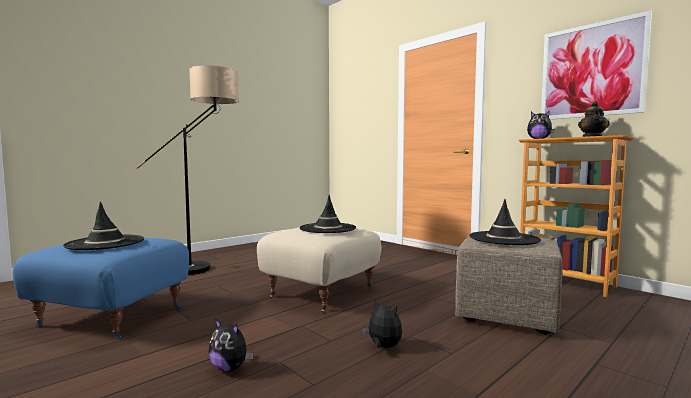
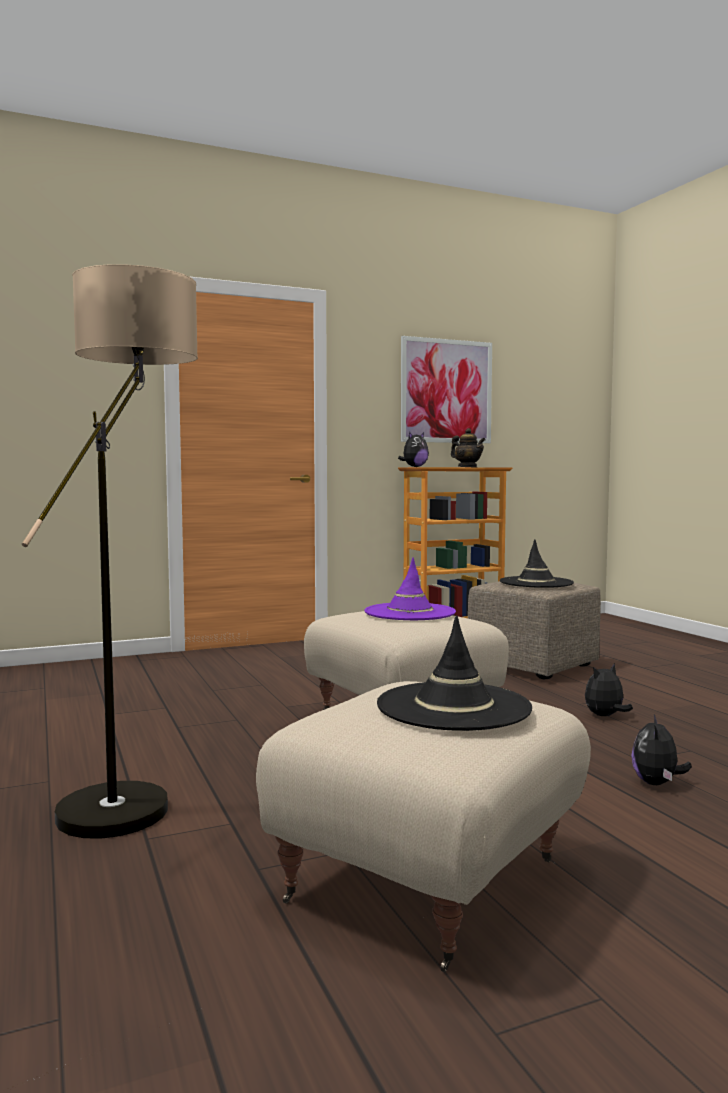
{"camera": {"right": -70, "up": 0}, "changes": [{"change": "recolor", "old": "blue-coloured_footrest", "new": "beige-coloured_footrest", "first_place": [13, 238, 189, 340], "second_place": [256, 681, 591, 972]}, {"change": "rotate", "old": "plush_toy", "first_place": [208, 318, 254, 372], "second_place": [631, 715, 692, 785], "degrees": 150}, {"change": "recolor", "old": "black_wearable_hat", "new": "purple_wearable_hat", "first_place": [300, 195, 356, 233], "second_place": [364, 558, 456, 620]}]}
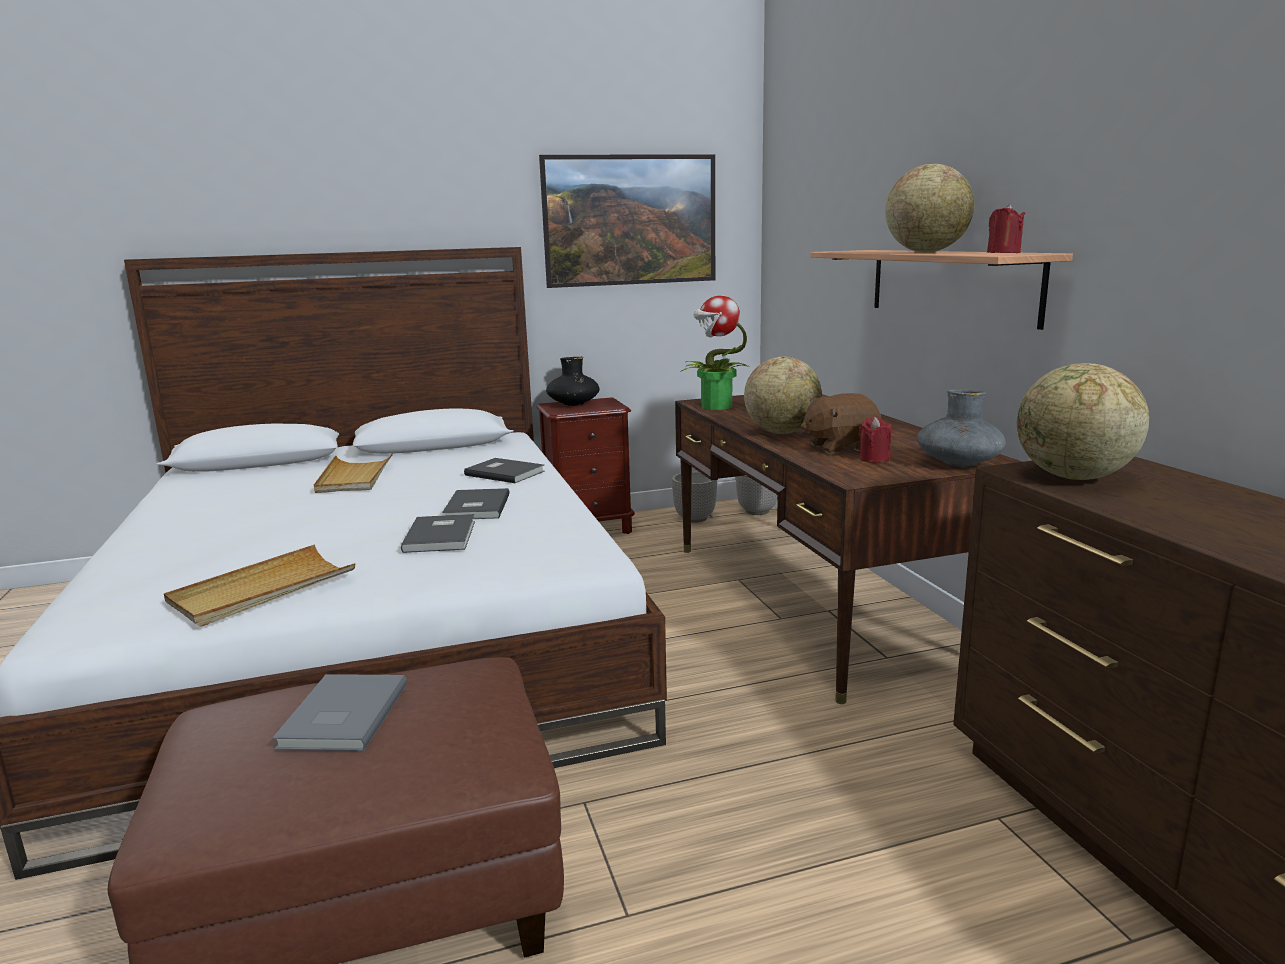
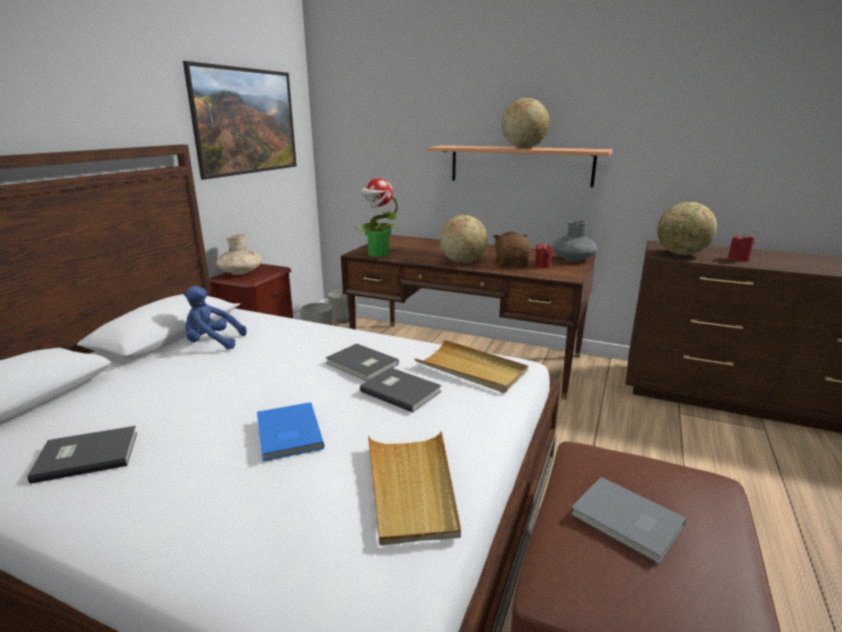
{"camera": {"right": -50, "up": 5}, "changes": [{"change": "move", "old": "beige-coloured_serving_tray", "first_place": [314, 452, 393, 493], "second_place": [414, 340, 528, 393]}, {"change": "move", "old": "greyish_volume", "first_place": [464, 458, 544, 483], "second_place": [27, 426, 137, 484]}, {"change": "recolor", "old": "black_decorative_vase", "new": "beige-coloured_decorative_vase", "first_place": [546, 357, 600, 406], "second_place": [216, 234, 262, 275]}, {"change": "rotate", "old": "brownish_plush_toy", "first_place": [801, 393, 881, 454], "second_place": [493, 232, 531, 267], "degrees": 150}, {"change": "move", "old": "red-coloured_wax_light", "first_place": [987, 204, 1025, 253], "second_place": [728, 233, 755, 262]}, {"change": "insert", "new": "blue-coloured_plush_toy", "second_place": [184, 286, 247, 349]}, {"change": "insert", "new": "blue-coloured_volume", "second_place": [257, 402, 324, 462]}]}
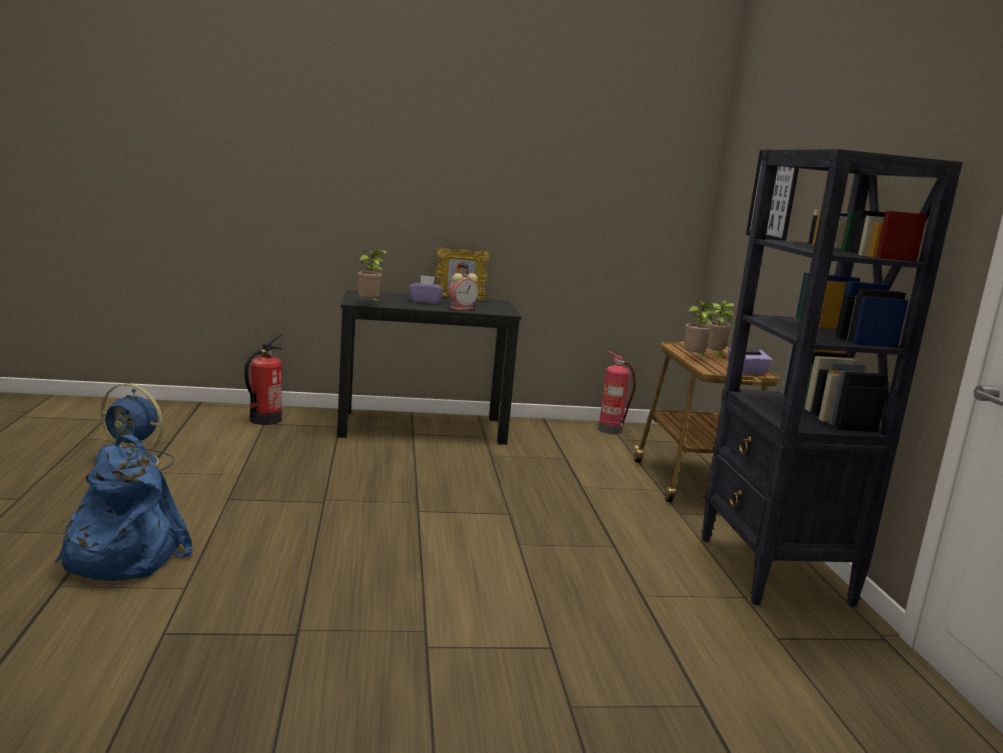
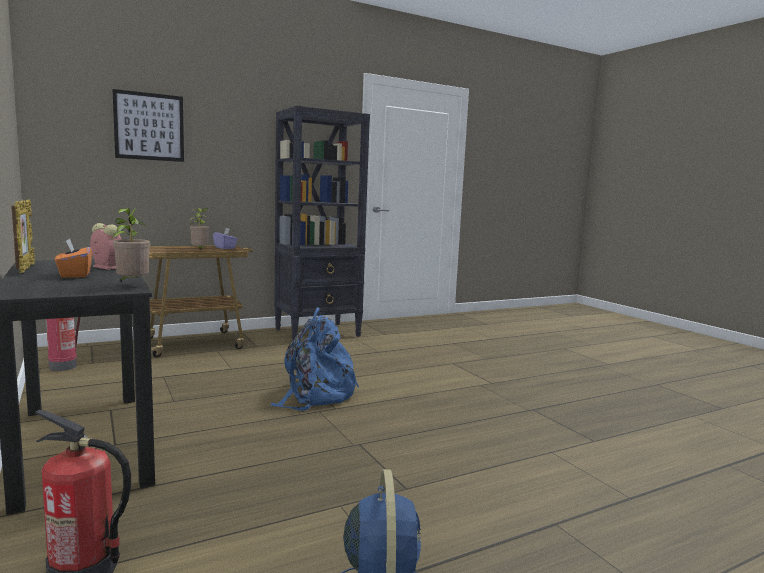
{"camera": {"right": -110, "up": -5}, "changes": [{"change": "move", "old": "blue-coloured_backpack", "first_place": [55, 435, 193, 581], "second_place": [270, 307, 359, 411]}, {"change": "recolor", "old": "purple_tissue_holder", "new": "orange-coloured_tissue_holder", "first_place": [409, 275, 443, 304], "second_place": [55, 238, 92, 278]}, {"change": "delete", "old": "plant_in_a_pot", "first_place": [706, 300, 734, 360]}]}
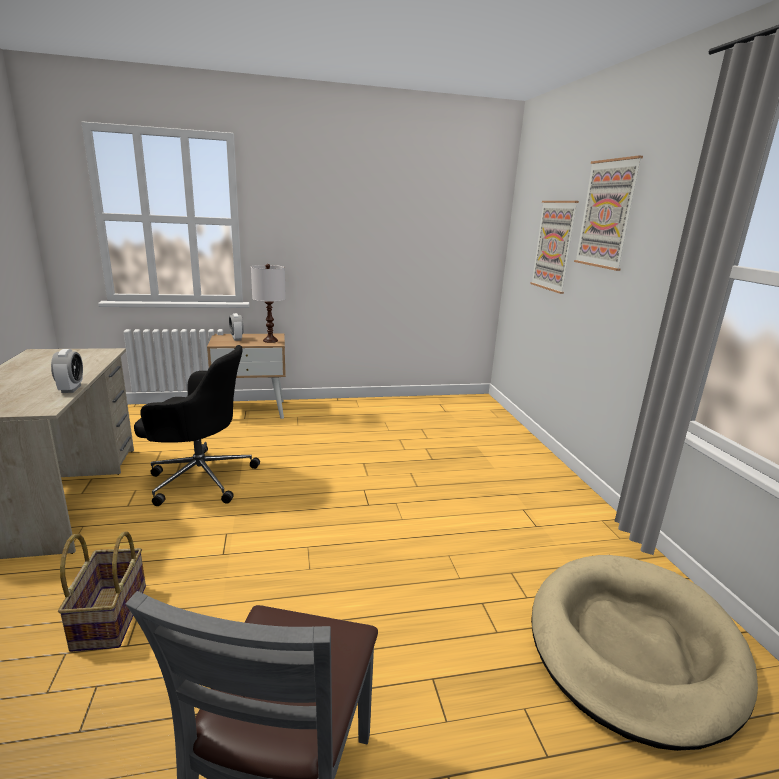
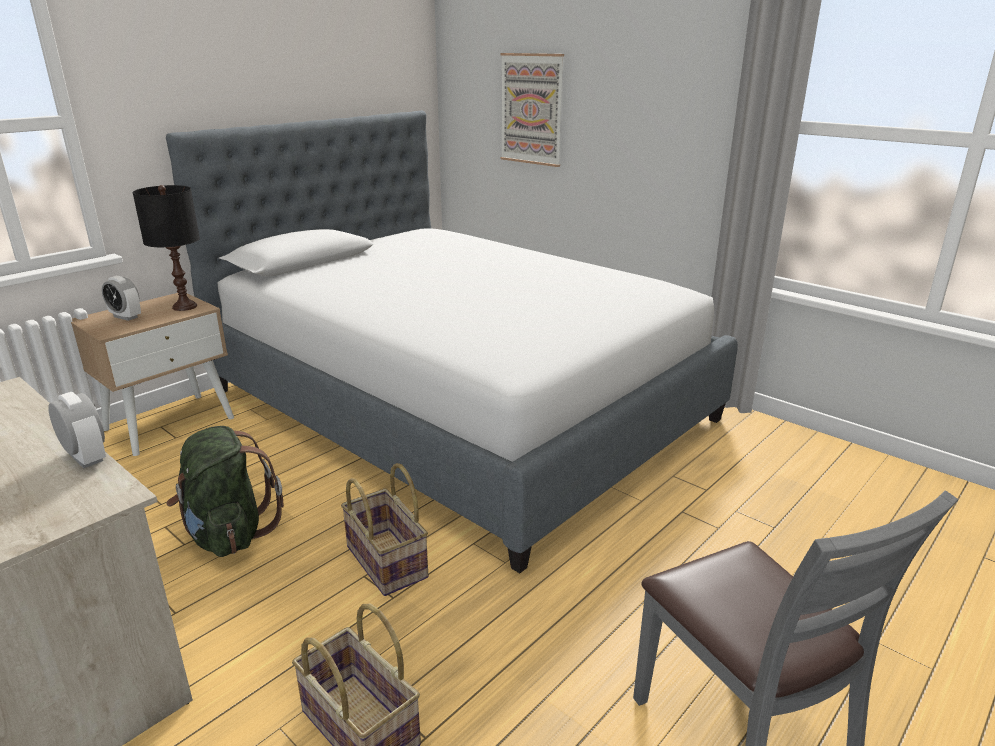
{"camera": {"right": -35, "up": 5}, "changes": [{"change": "replace", "old": "black_office_chair", "new": "green_backpack", "first_place": [134, 345, 260, 506], "second_place": [167, 426, 284, 557]}, {"change": "recolor", "old": "whitish_tabletop_lamp", "new": "black_tabletop_lamp", "first_place": [251, 264, 286, 343], "second_place": [133, 185, 200, 311]}, {"change": "delete", "old": "beige-coloured_dog_bed", "first_place": [531, 555, 758, 751]}, {"change": "delete", "old": "picture", "first_place": [574, 155, 643, 271]}, {"change": "insert", "new": "bedroom_bed", "second_place": [166, 111, 738, 573]}, {"change": "insert", "new": "storage_basket", "second_place": [341, 463, 428, 596]}]}
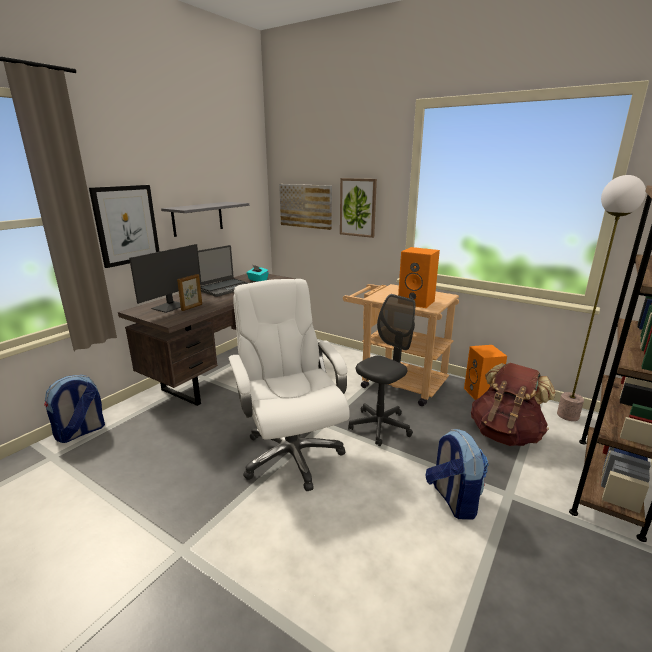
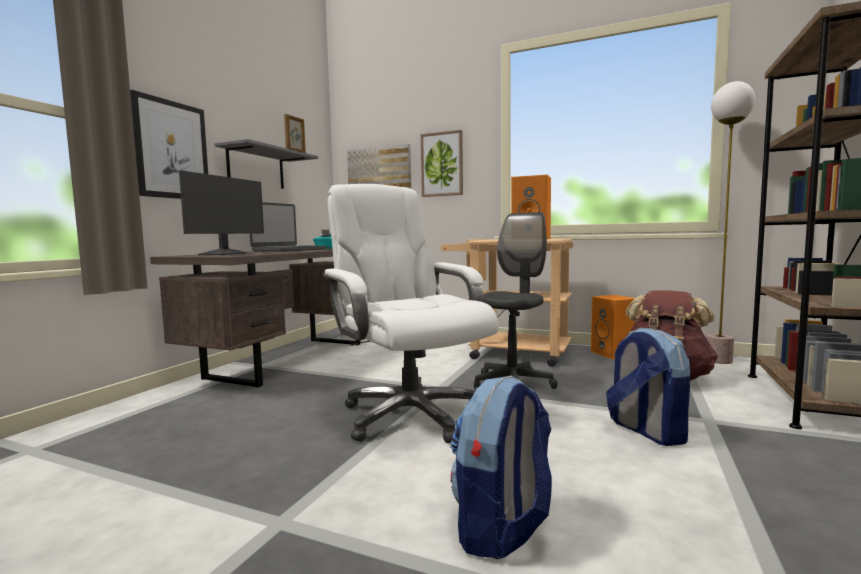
{"camera": {"right": -10, "up": -15}, "changes": [{"change": "move", "old": "backpack", "first_place": [44, 375, 105, 443], "second_place": [450, 376, 552, 559]}, {"change": "move", "old": "picture_frame", "first_place": [177, 274, 202, 311], "second_place": [284, 114, 306, 153]}]}
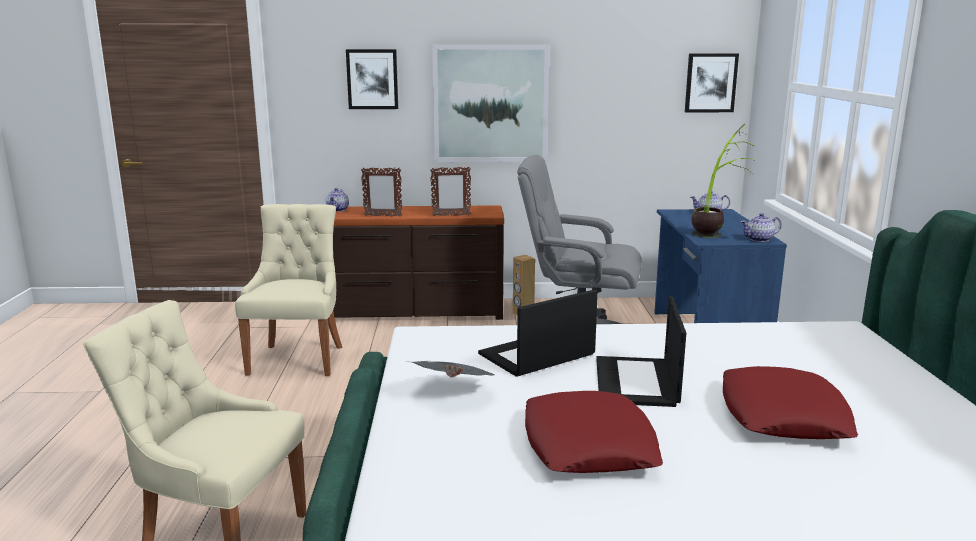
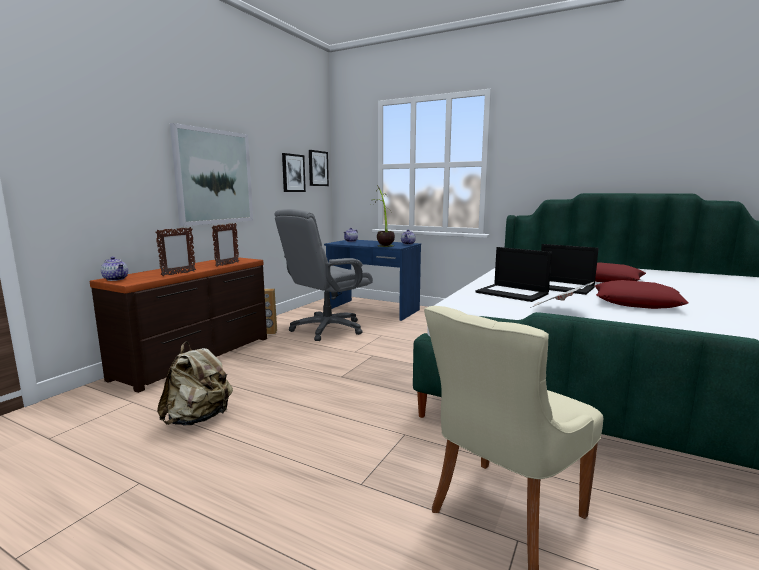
{"camera": {"right": -60, "up": -5}, "changes": [{"change": "replace", "old": "beige-coloured_chair", "new": "beige-coloured_backpack", "first_place": [235, 204, 342, 376], "second_place": [157, 341, 233, 426]}, {"change": "move", "old": "picture", "first_place": [346, 49, 398, 109], "second_place": [282, 153, 306, 192]}, {"change": "rotate", "old": "portable_computer", "first_place": [478, 289, 598, 377], "second_place": [476, 247, 552, 302], "degrees": -45}]}
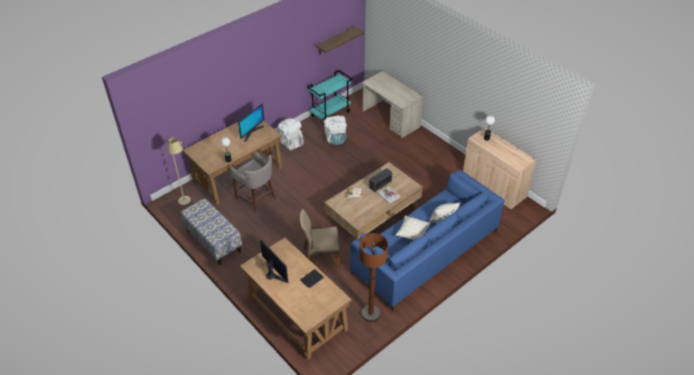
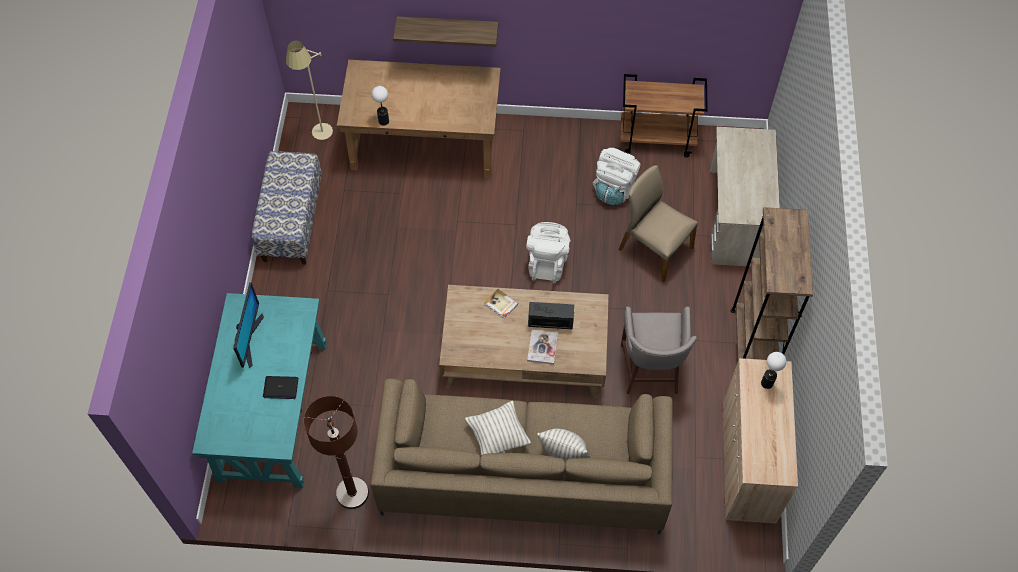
{"camera": {"right": 45, "up": 15}, "changes": [{"change": "move", "old": "greyish_sitting_stool", "first_place": [230, 152, 276, 213], "second_place": [621, 306, 697, 394]}, {"change": "delete", "old": "computer_screen", "first_place": [238, 104, 264, 142]}, {"change": "recolor", "old": "brownish_desk", "new": "blue-green_desk", "first_place": [240, 238, 352, 360], "second_place": [192, 293, 327, 488]}, {"change": "move", "old": "whitish_backpack", "first_place": [278, 119, 304, 150], "second_place": [526, 222, 570, 284]}, {"change": "move", "old": "beige-coloured_chair", "first_place": [300, 209, 341, 269], "second_place": [619, 165, 698, 282]}, {"change": "recolor", "old": "blue-green_trolley", "new": "brownish_trolley", "first_place": [307, 70, 353, 120], "second_place": [620, 74, 708, 157]}, {"change": "move", "old": "bracket_shelf", "first_place": [315, 26, 364, 54], "second_place": [393, 16, 498, 47]}, {"change": "recolor", "old": "blue-coloured_couch", "new": "brownish_couch", "first_place": [350, 170, 505, 311], "second_place": [370, 379, 673, 534]}, {"change": "insert", "new": "brownish_bookshelf", "second_place": [731, 207, 813, 362]}]}
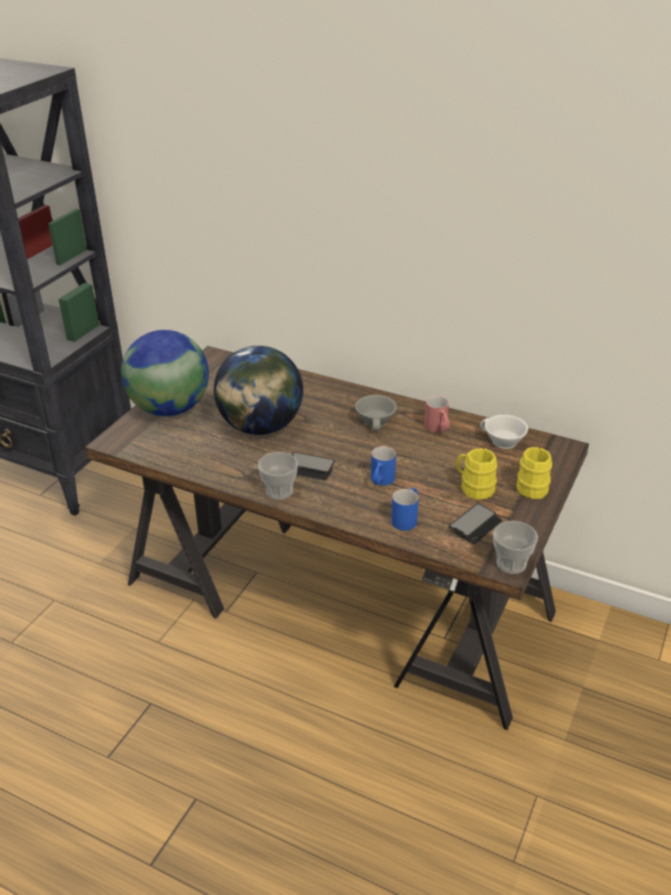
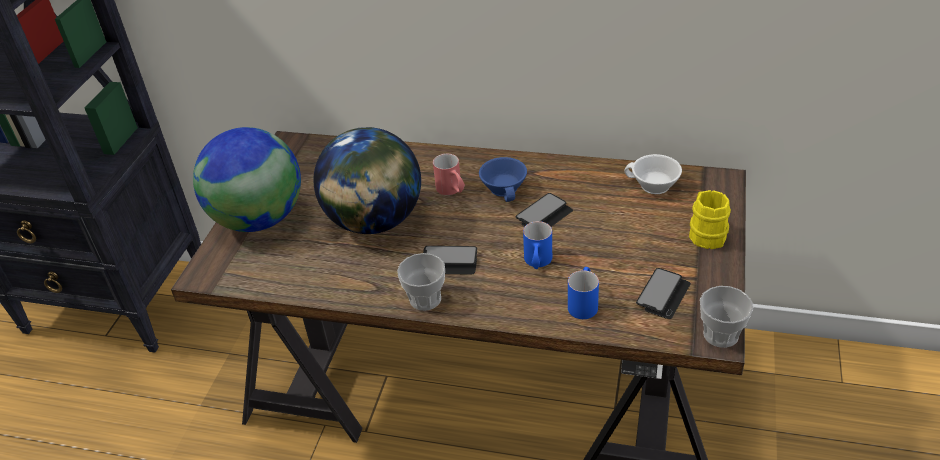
{"camera": {"right": -10, "up": 5}, "changes": [{"change": "recolor", "old": "greyish_small_cup", "new": "blue-coloured_small_cup", "first_place": [355, 395, 397, 431], "second_place": [479, 157, 527, 202]}, {"change": "move", "old": "red-coloured_coffee_mug", "first_place": [425, 396, 450, 432], "second_place": [433, 154, 465, 195]}, {"change": "delete", "old": "yellowish_coffee_mug", "first_place": [456, 448, 497, 500]}, {"change": "insert", "new": "phone", "second_place": [515, 193, 573, 227]}]}
